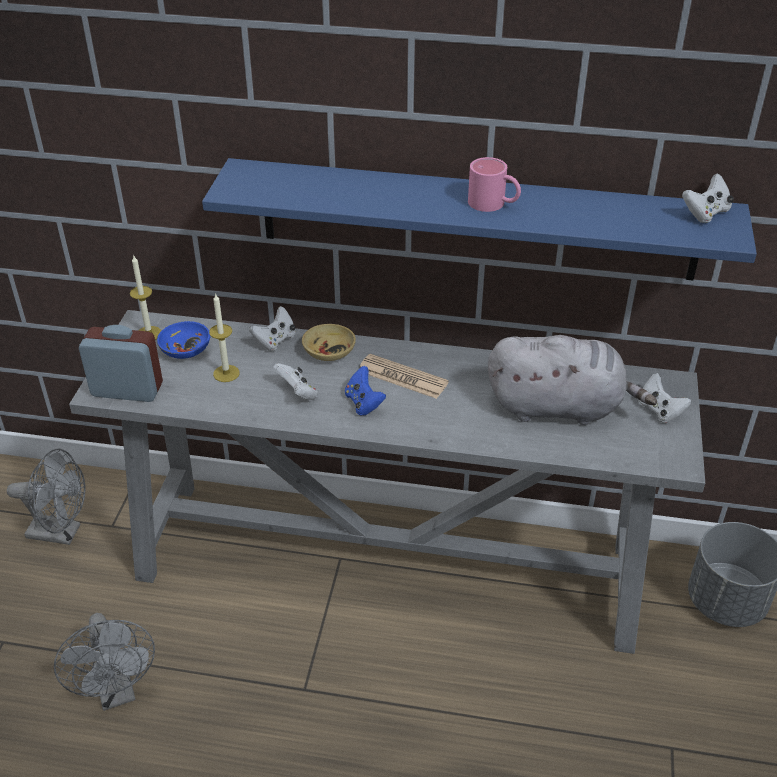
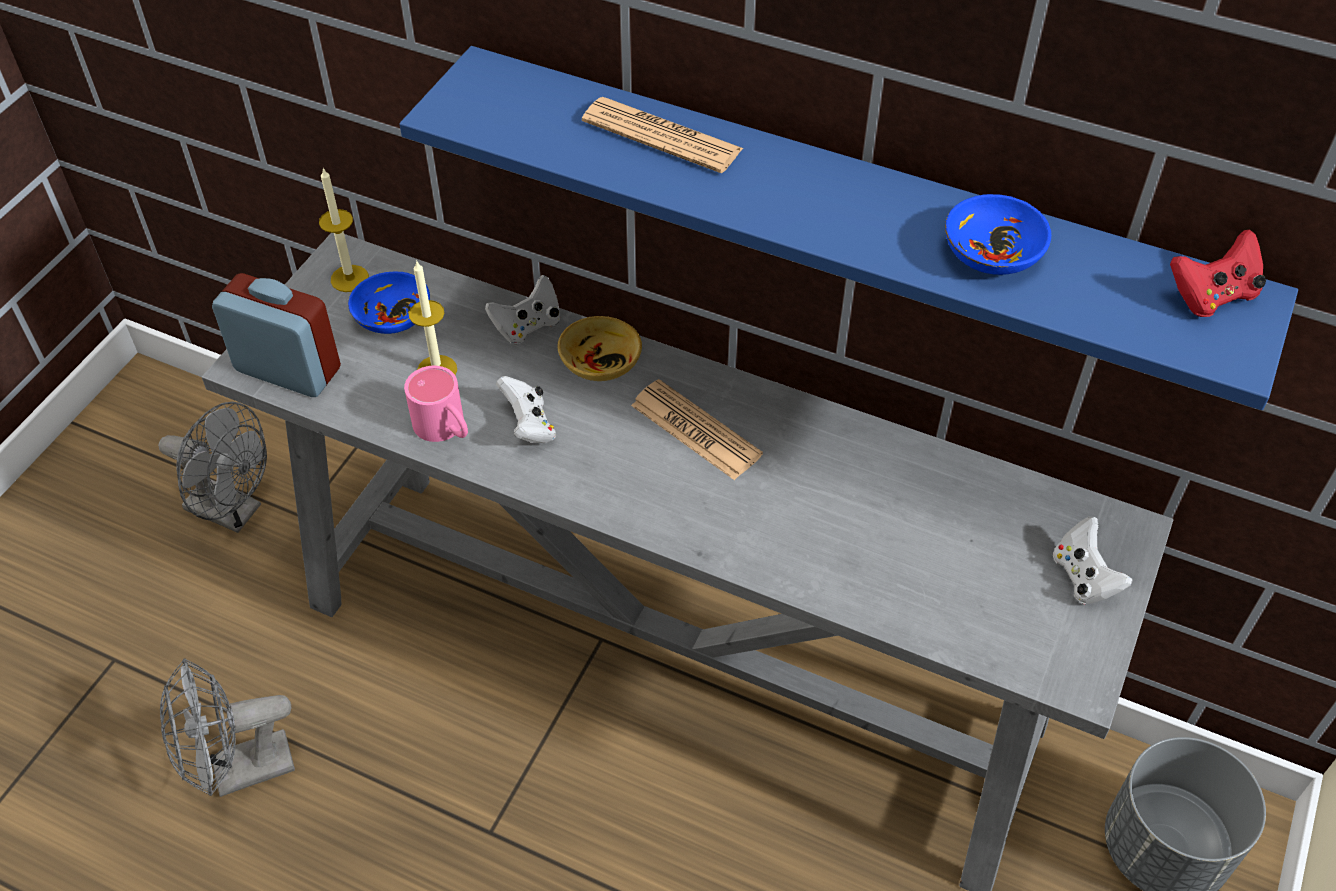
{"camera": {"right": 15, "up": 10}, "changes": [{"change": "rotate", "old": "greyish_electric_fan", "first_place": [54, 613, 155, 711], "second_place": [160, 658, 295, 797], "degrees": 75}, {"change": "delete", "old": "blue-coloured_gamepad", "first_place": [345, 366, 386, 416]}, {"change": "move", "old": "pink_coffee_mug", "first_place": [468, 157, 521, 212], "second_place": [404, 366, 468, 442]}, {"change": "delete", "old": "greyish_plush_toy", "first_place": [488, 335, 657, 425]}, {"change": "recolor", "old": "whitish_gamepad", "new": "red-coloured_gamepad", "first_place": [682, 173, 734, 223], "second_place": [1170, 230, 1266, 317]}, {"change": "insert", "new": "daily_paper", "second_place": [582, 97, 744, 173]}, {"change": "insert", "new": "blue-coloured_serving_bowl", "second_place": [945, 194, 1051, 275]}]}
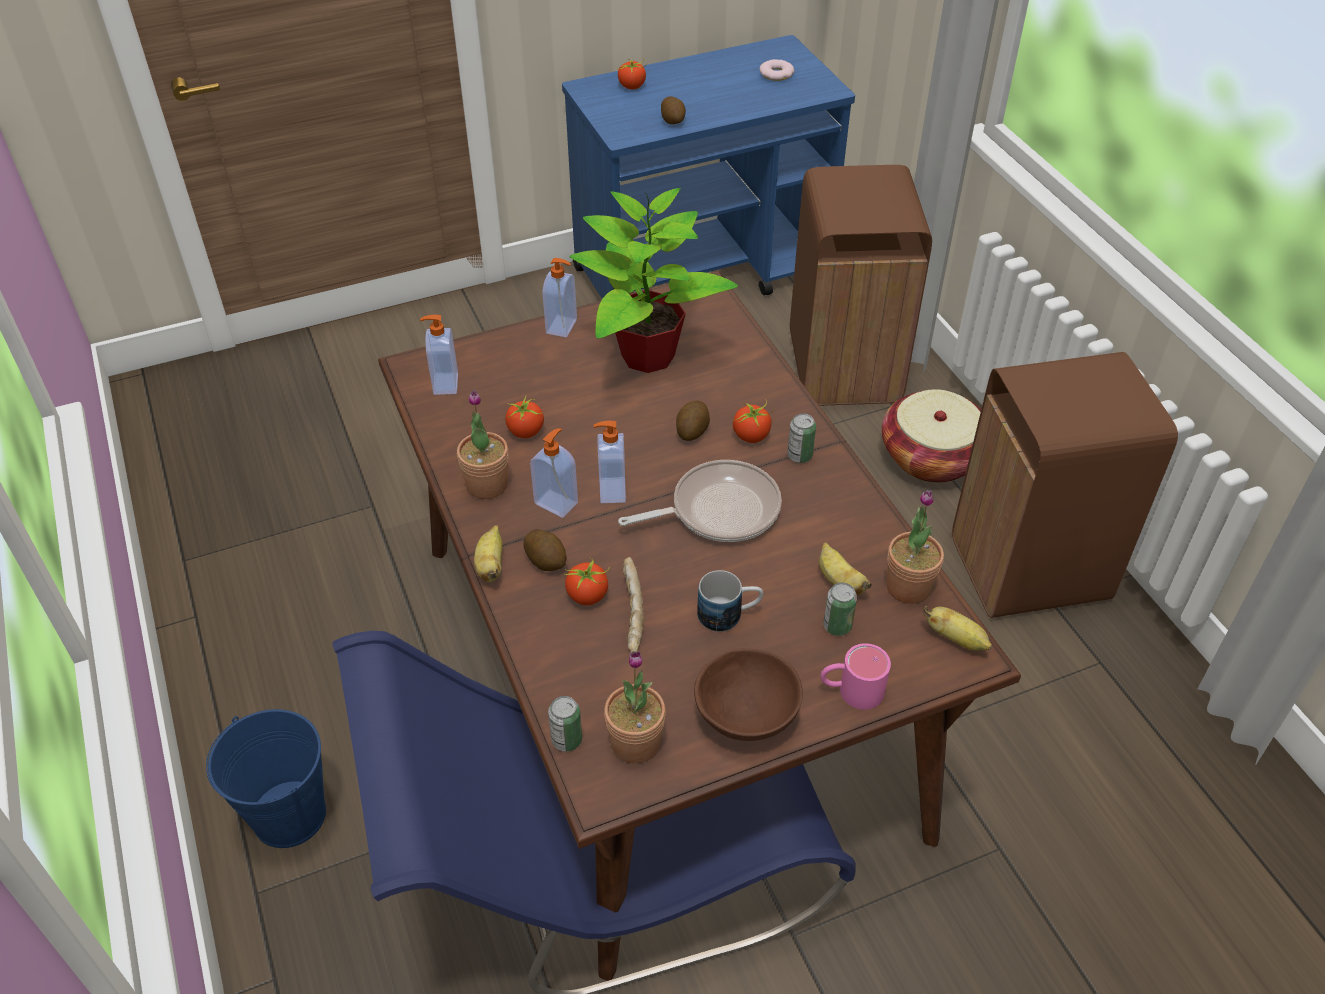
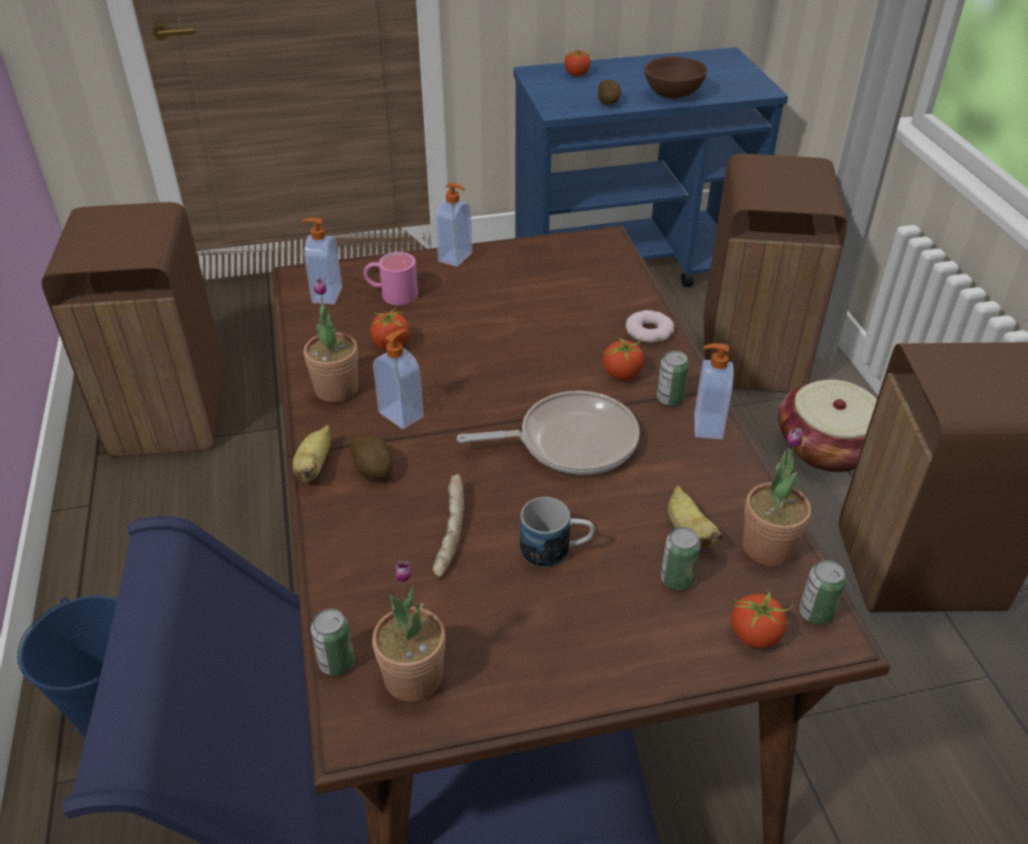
{"camera": {"right": 10, "up": -5}, "changes": [{"change": "move", "old": "tomato", "first_place": [564, 557, 610, 606], "second_place": [731, 588, 793, 648]}, {"change": "delete", "old": "plant_in_a_pot", "first_place": [569, 188, 738, 373]}, {"change": "move", "old": "liquid_soap_bottle", "first_place": [594, 421, 626, 503], "second_place": [695, 343, 733, 439]}, {"change": "delete", "old": "spud", "first_place": [676, 401, 710, 441]}, {"change": "move", "old": "brownish_serving_bowl", "first_place": [694, 648, 803, 741], "second_place": [644, 57, 707, 98]}, {"change": "move", "old": "donut", "first_place": [760, 59, 794, 81], "second_place": [626, 310, 674, 343]}, {"change": "move", "old": "pink_coffee_mug", "first_place": [820, 643, 891, 710], "second_place": [364, 252, 418, 305]}, {"change": "replace", "old": "banana_fruit", "new": "can", "first_place": [923, 606, 992, 651], "second_place": [799, 560, 846, 625]}, {"change": "insert", "new": "brownish_trash_can", "second_place": [41, 202, 225, 457]}]}
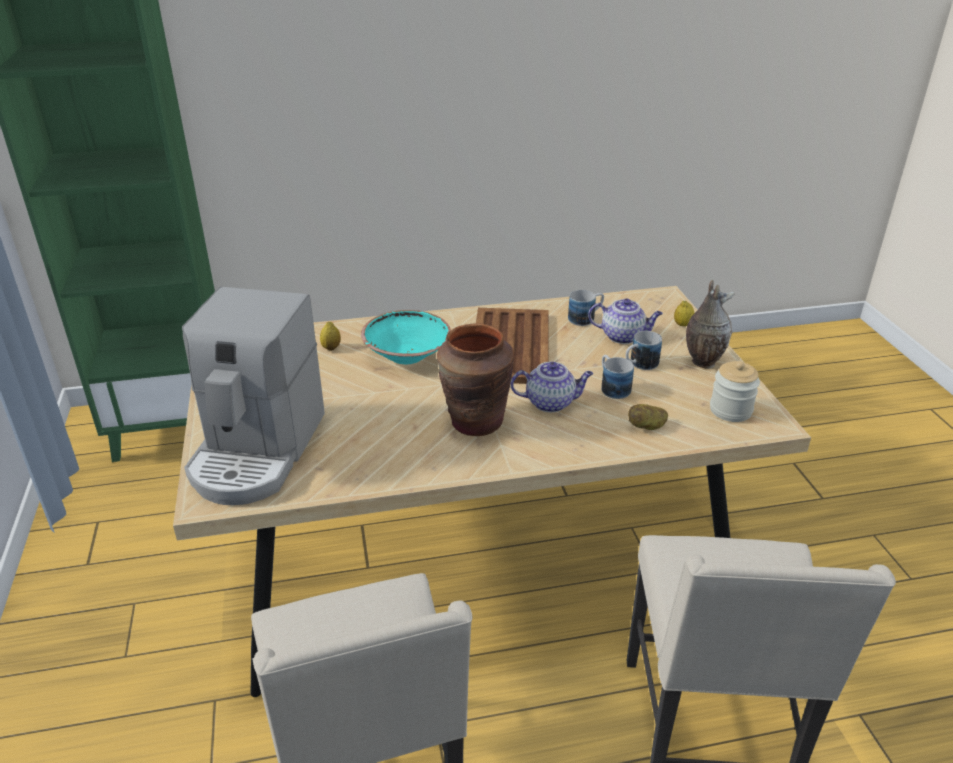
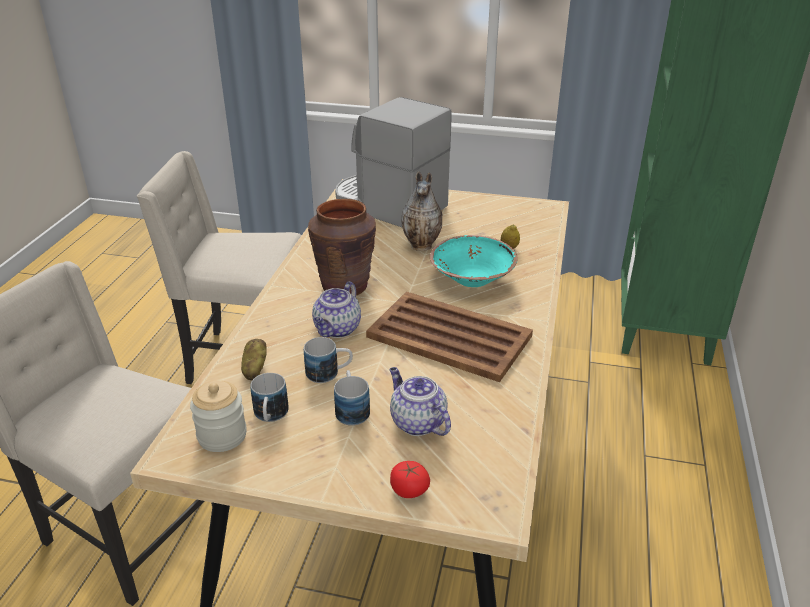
{"camera": {"right": 115, "up": 0}, "changes": [{"change": "move", "old": "coffee_mug", "first_place": [568, 290, 604, 326], "second_place": [250, 373, 289, 422]}, {"change": "rotate", "old": "tea_pot", "first_place": [588, 298, 663, 344], "second_place": [389, 367, 451, 436], "degrees": 105}, {"change": "replace", "old": "lemon", "new": "tomato", "first_place": [674, 301, 695, 326], "second_place": [390, 461, 430, 498]}, {"change": "move", "old": "decorative_vase", "first_place": [686, 280, 735, 368], "second_place": [402, 171, 442, 251]}]}
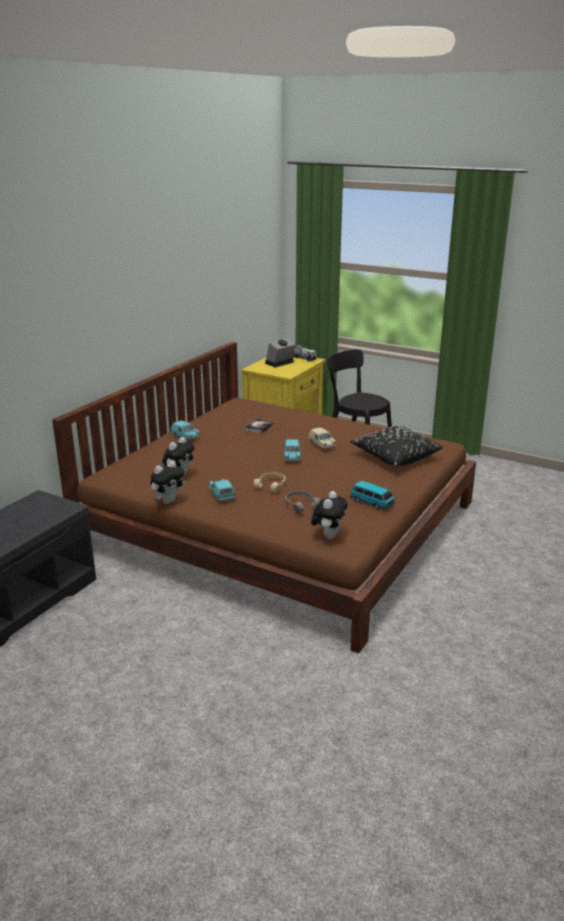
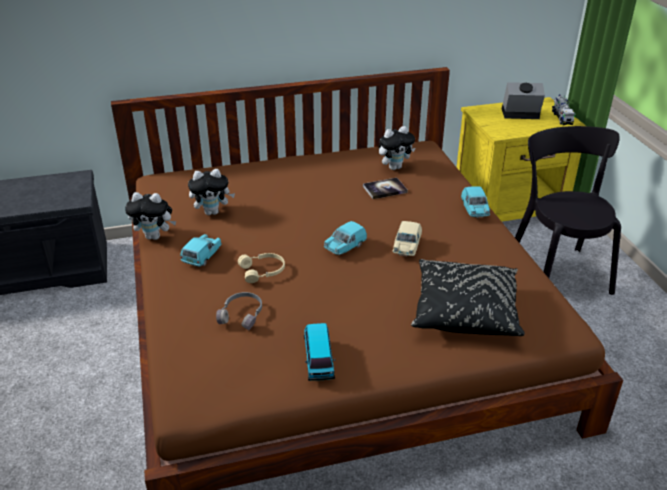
{"camera": {"right": 45, "up": 10}, "changes": [{"change": "move", "old": "blue-green_miniature_car", "first_place": [171, 421, 200, 440], "second_place": [461, 186, 490, 218]}, {"change": "move", "old": "plush_toy", "first_place": [311, 491, 348, 539], "second_place": [379, 126, 415, 170]}]}
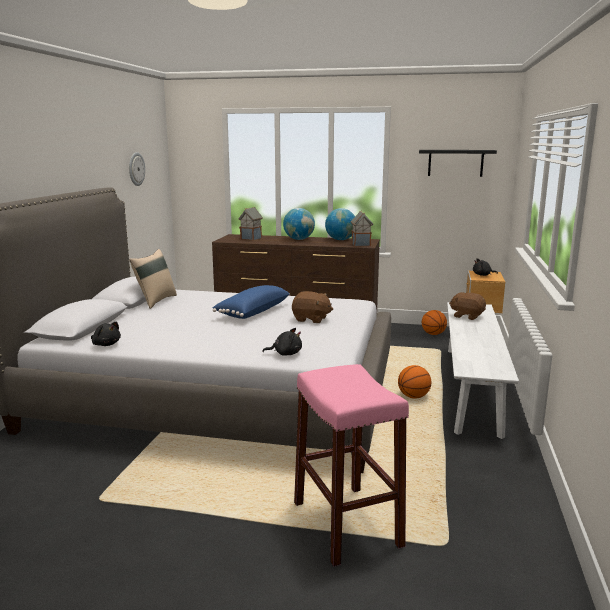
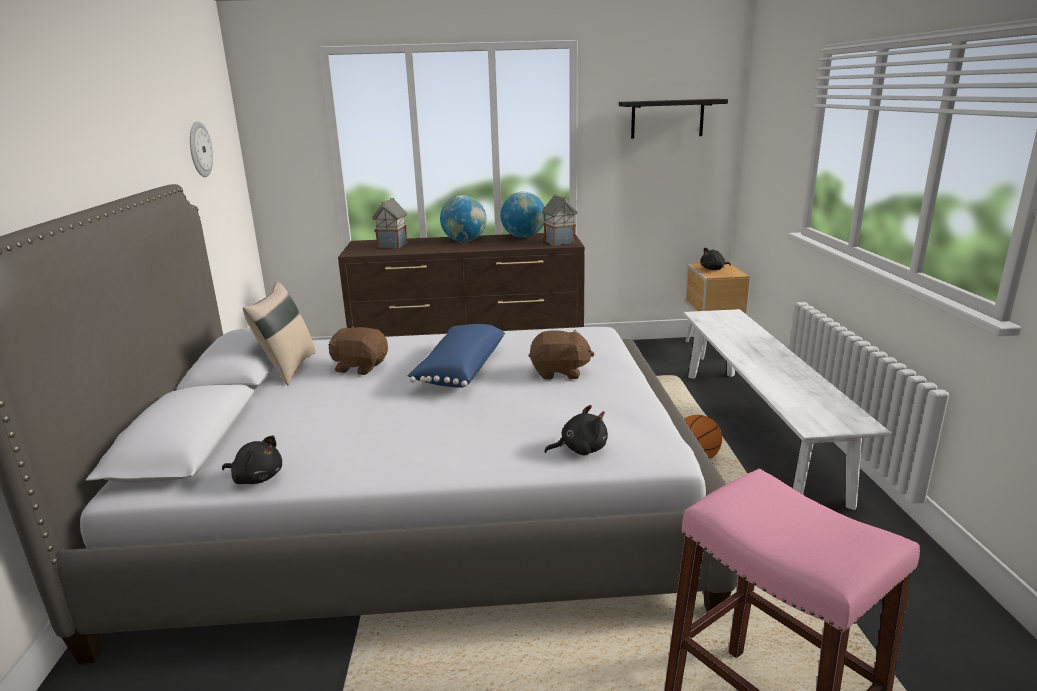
{"camera": {"right": -15, "up": 5}, "changes": [{"change": "delete", "old": "basketball_ball", "first_place": [422, 310, 447, 335]}, {"change": "move", "old": "brownish_plush_toy", "first_place": [449, 292, 486, 320], "second_place": [329, 326, 388, 375]}]}
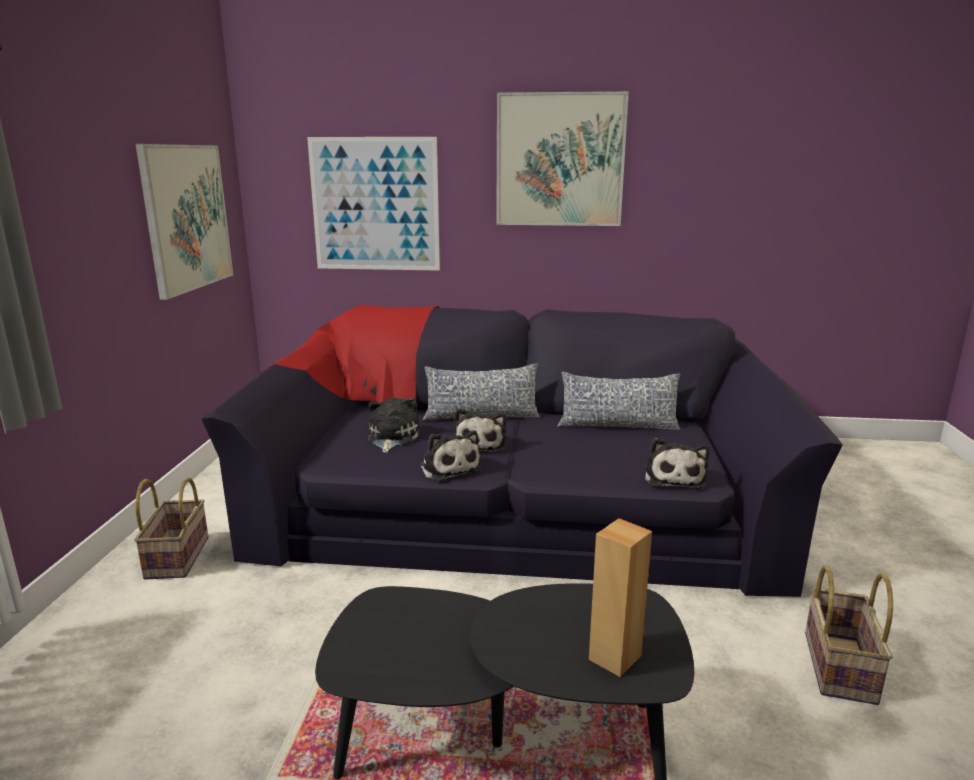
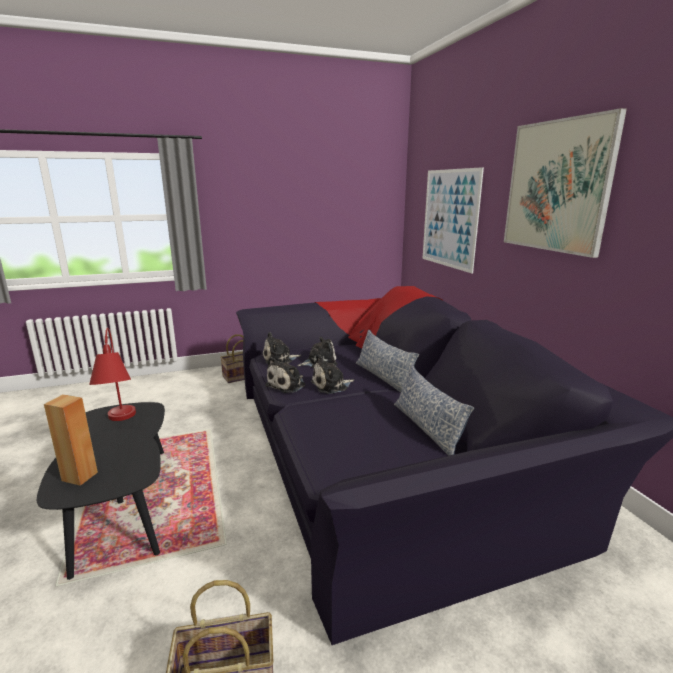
{"camera": {"right": 65, "up": 0}, "changes": [{"change": "delete", "old": "picture", "first_place": [135, 144, 233, 300]}, {"change": "move", "old": "plush_toy", "first_place": [645, 438, 709, 489], "second_place": [262, 332, 301, 364]}, {"change": "insert", "new": "red-coloured_tabletop_lamp", "second_place": [89, 328, 136, 421]}]}
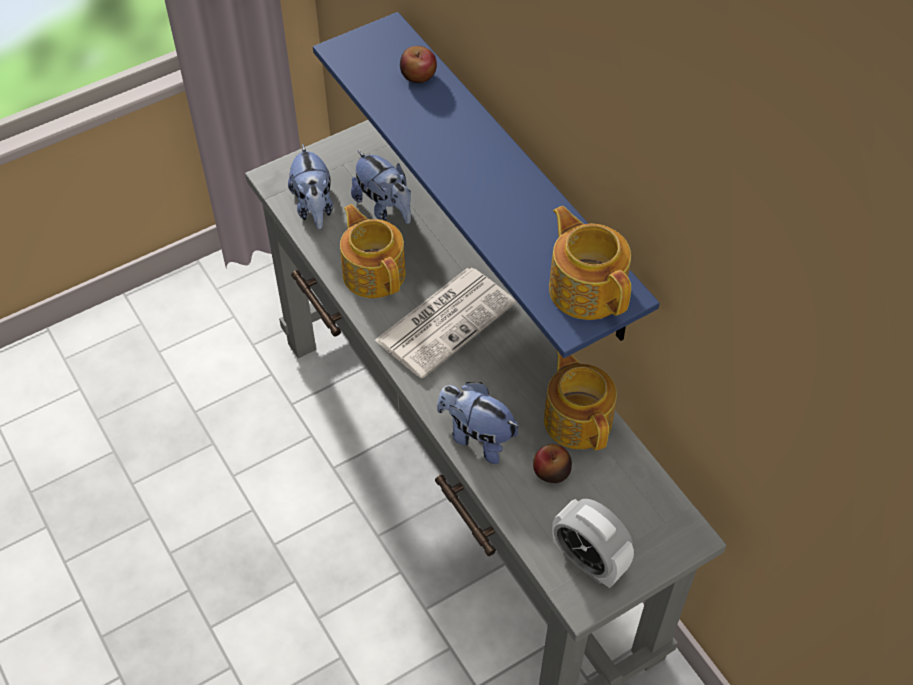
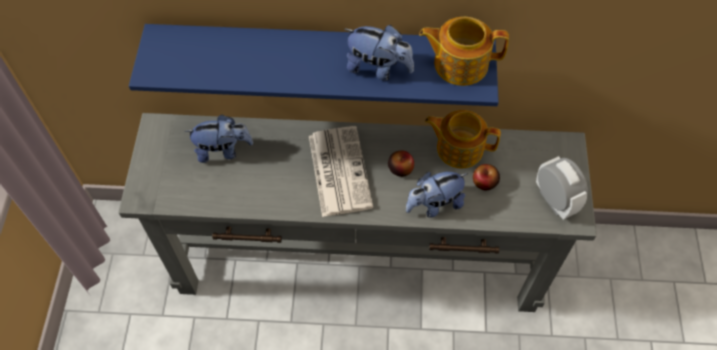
{"camera": {"right": -55, "up": 5}, "changes": [{"change": "move", "old": "plush_toy", "first_place": [288, 144, 333, 229], "second_place": [345, 25, 414, 81]}, {"change": "delete", "old": "tea_pot", "first_place": [340, 204, 406, 298]}, {"change": "move", "old": "apple_fruit", "first_place": [400, 46, 437, 83], "second_place": [388, 150, 414, 177]}, {"change": "rotate", "old": "alarm_clock", "first_place": [552, 499, 634, 588], "second_place": [536, 156, 588, 220], "degrees": -105}]}
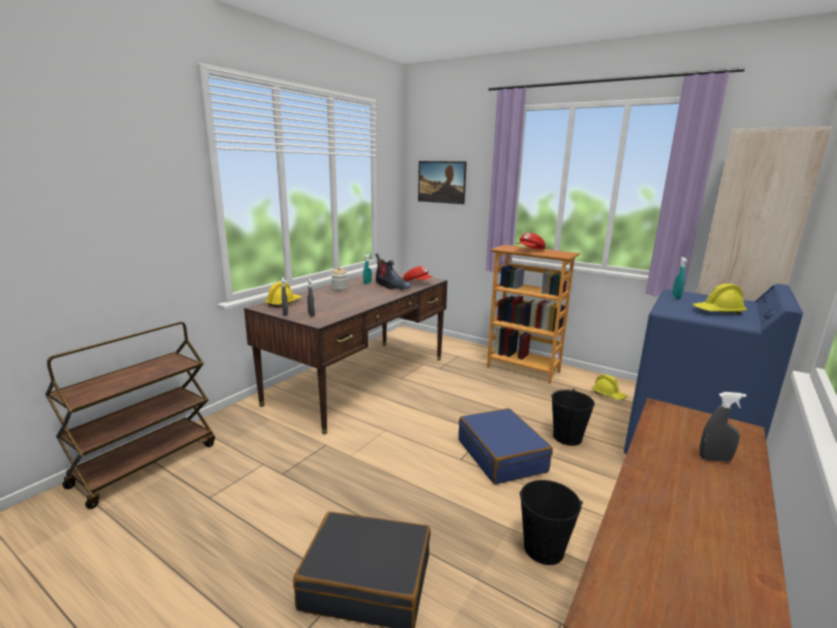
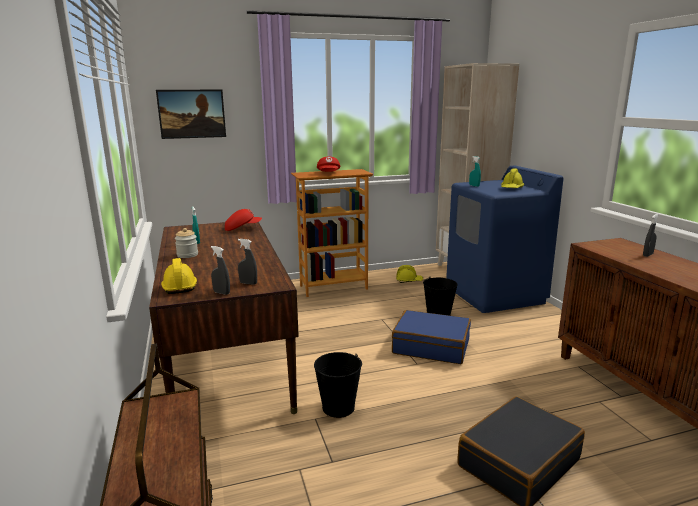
{"camera": {"right": -50, "up": 0}, "changes": [{"change": "delete", "old": "tall_boot", "first_place": [375, 253, 411, 290]}, {"change": "move", "old": "black_bucket", "first_place": [519, 480, 583, 565], "second_place": [314, 352, 362, 418]}]}
